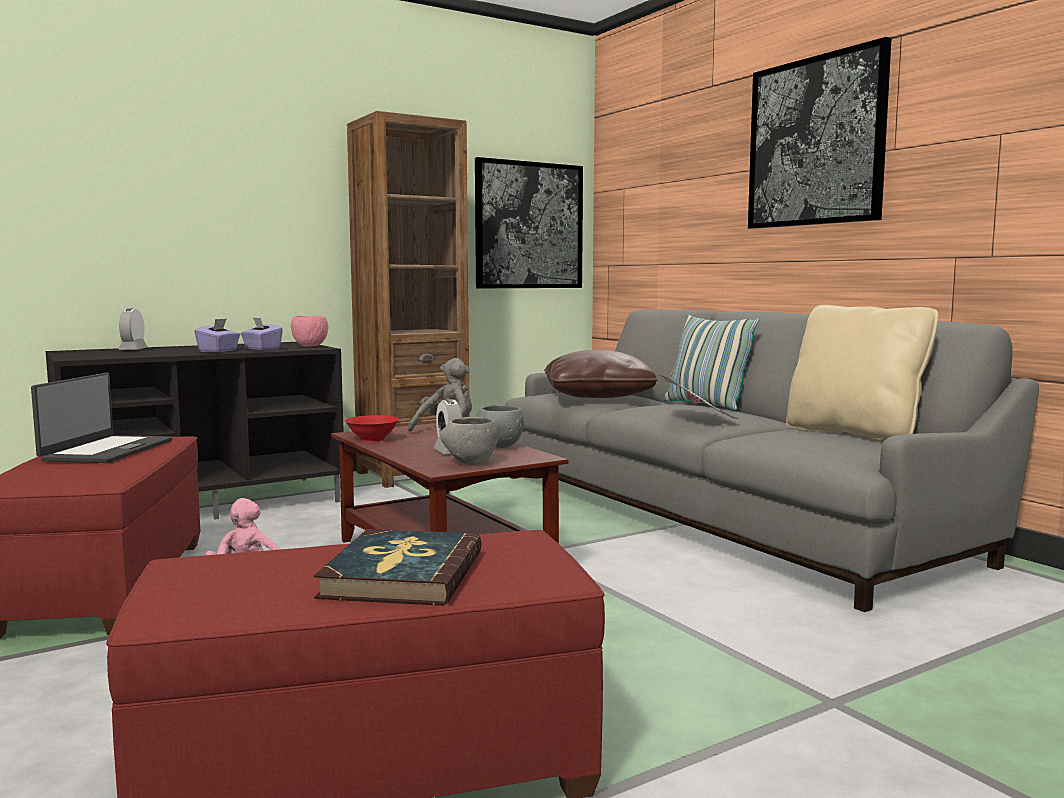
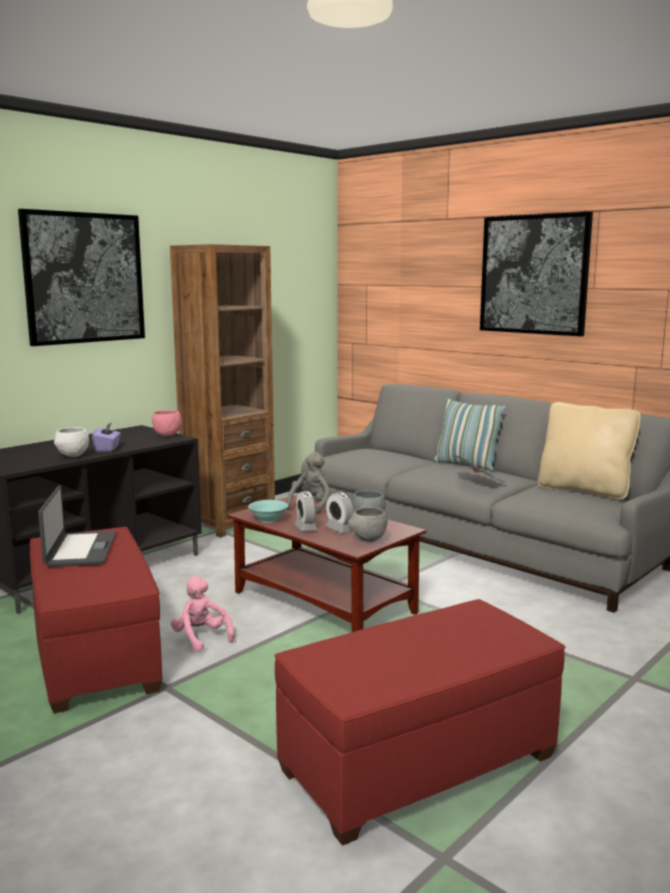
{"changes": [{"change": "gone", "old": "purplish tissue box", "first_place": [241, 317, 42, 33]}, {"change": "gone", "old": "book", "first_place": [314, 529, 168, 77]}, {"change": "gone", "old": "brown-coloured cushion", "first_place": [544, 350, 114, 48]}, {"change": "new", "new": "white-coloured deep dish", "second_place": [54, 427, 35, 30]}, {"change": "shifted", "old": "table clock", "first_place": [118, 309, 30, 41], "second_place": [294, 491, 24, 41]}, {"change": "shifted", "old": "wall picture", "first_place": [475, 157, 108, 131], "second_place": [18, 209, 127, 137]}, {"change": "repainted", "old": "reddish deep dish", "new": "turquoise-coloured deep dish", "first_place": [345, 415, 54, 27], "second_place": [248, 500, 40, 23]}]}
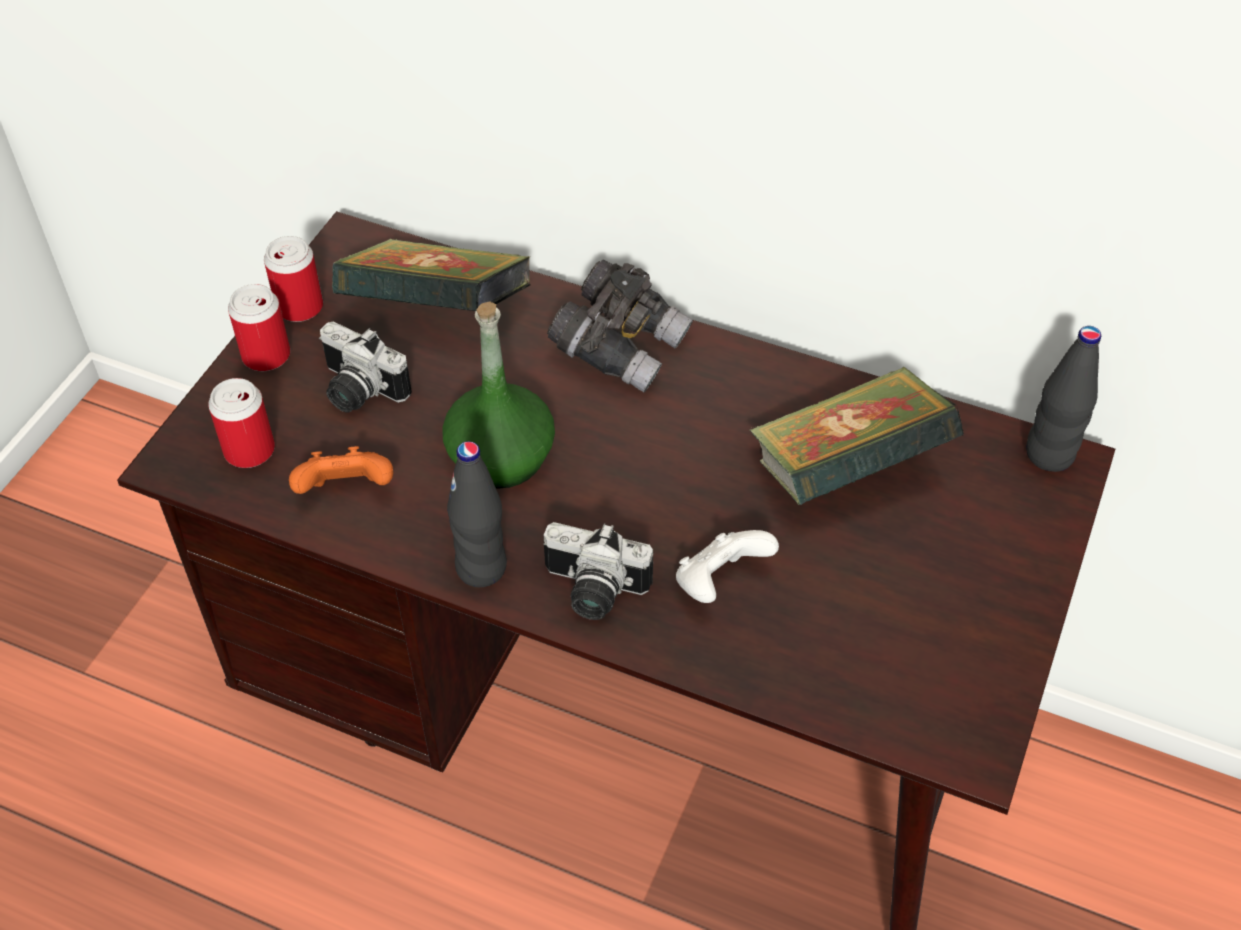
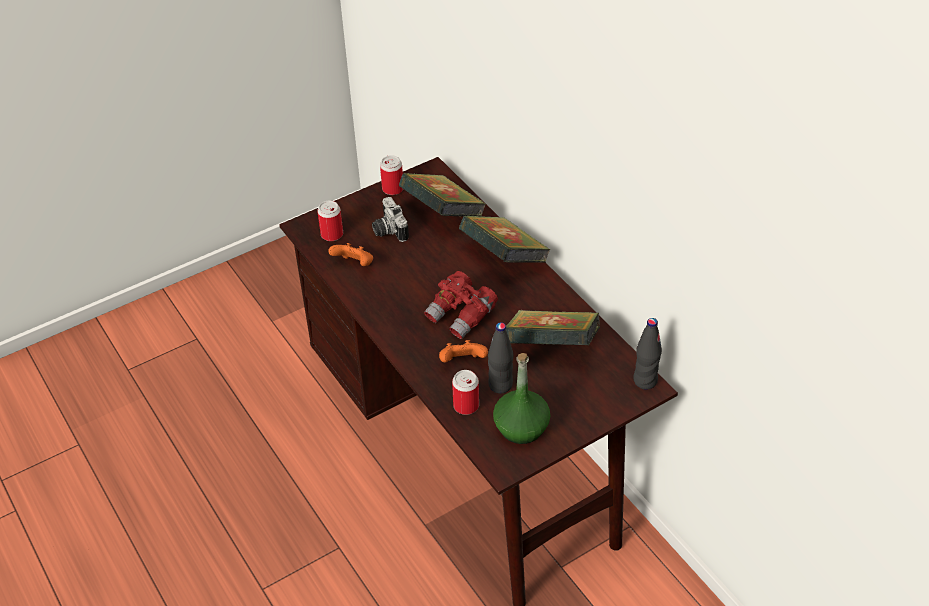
{"changes": [{"change": "gone", "old": "still camera", "first_place": [543, 522, 110, 98]}, {"change": "new", "new": "reddish pair of binoculars", "second_place": [424, 271, 74, 68]}, {"change": "shifted", "old": "can", "first_place": [228, 284, 62, 87], "second_place": [452, 370, 27, 45]}, {"change": "shifted", "old": "green beverage bottle", "first_place": [442, 301, 113, 188], "second_place": [493, 353, 57, 91]}, {"change": "shifted", "old": "black-coloured beverage bottle", "first_place": [447, 441, 60, 146], "second_place": [488, 322, 25, 72]}, {"change": "swapped", "old": "grey pair of binoculars", "new": "book", "first_place": [547, 260, 146, 132], "second_place": [459, 216, 92, 47]}, {"change": "repainted", "old": "white-coloured gamepad", "new": "orangey gamepad", "first_place": [676, 530, 103, 73], "second_place": [439, 340, 49, 22]}]}
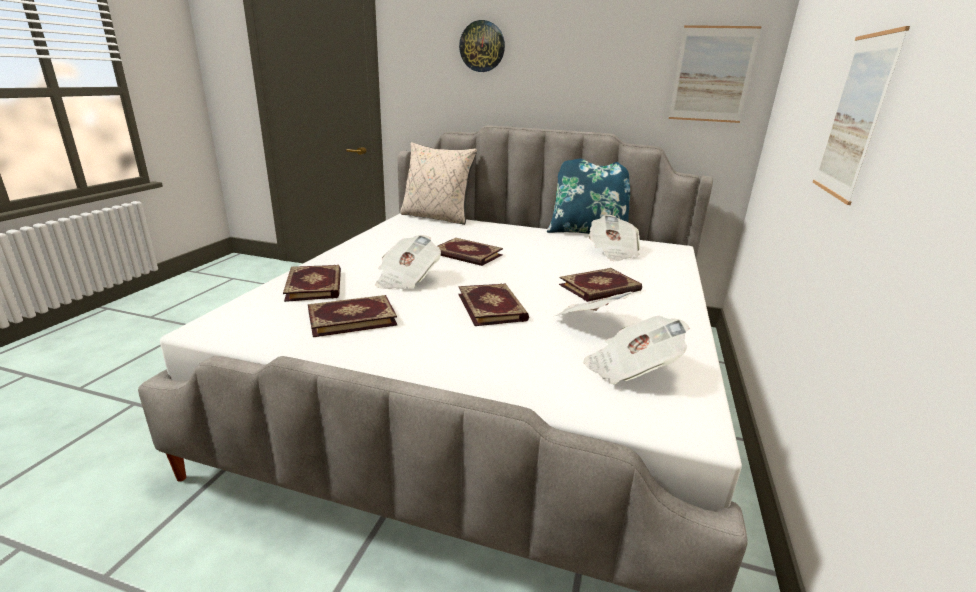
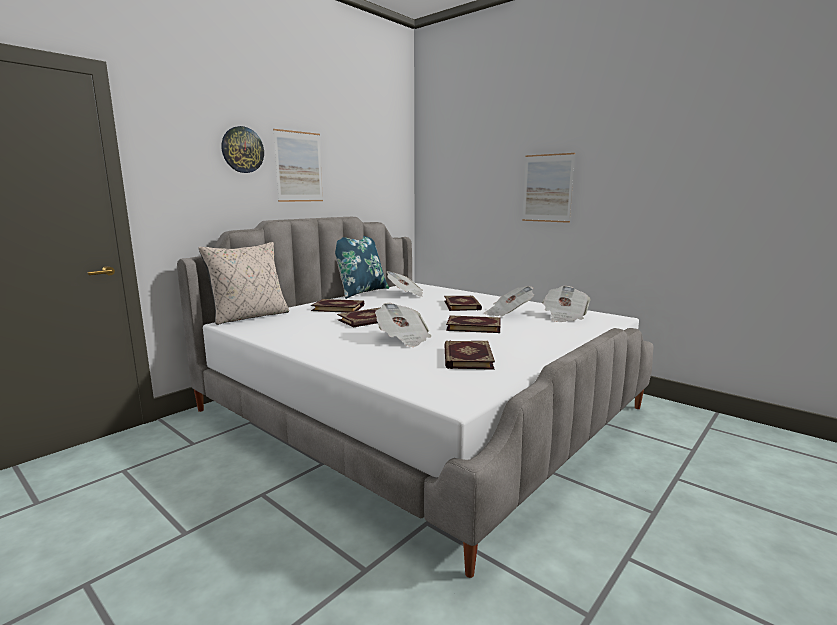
{"changes": [{"change": "shifted", "old": "book", "first_place": [283, 265, 58, 37], "second_place": [311, 299, 53, 14]}, {"change": "shifted", "old": "wall picture", "first_place": [668, 25, 94, 98], "second_place": [273, 129, 50, 73]}]}
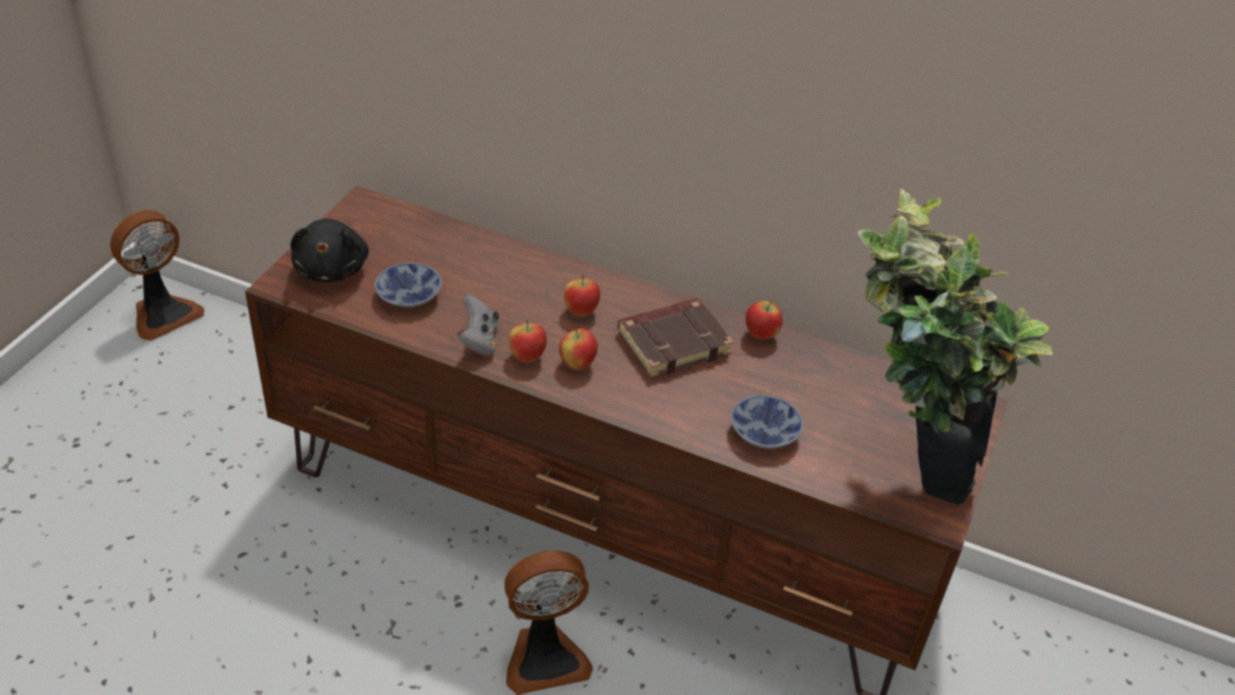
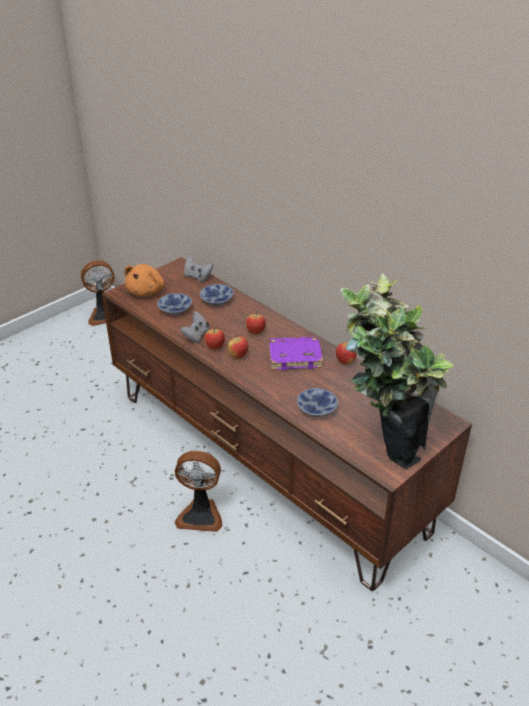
{"changes": [{"change": "new", "new": "grey gamepad", "second_place": [184, 256, 29, 26]}, {"change": "new", "new": "deep dish", "second_place": [200, 284, 34, 22]}, {"change": "repainted", "old": "black-coloured plush toy", "new": "orangey plush toy", "first_place": [290, 218, 79, 64], "second_place": [124, 264, 40, 32]}, {"change": "repainted", "old": "brown-coloured book", "new": "purplish book", "first_place": [618, 298, 116, 79], "second_place": [269, 336, 54, 34]}]}
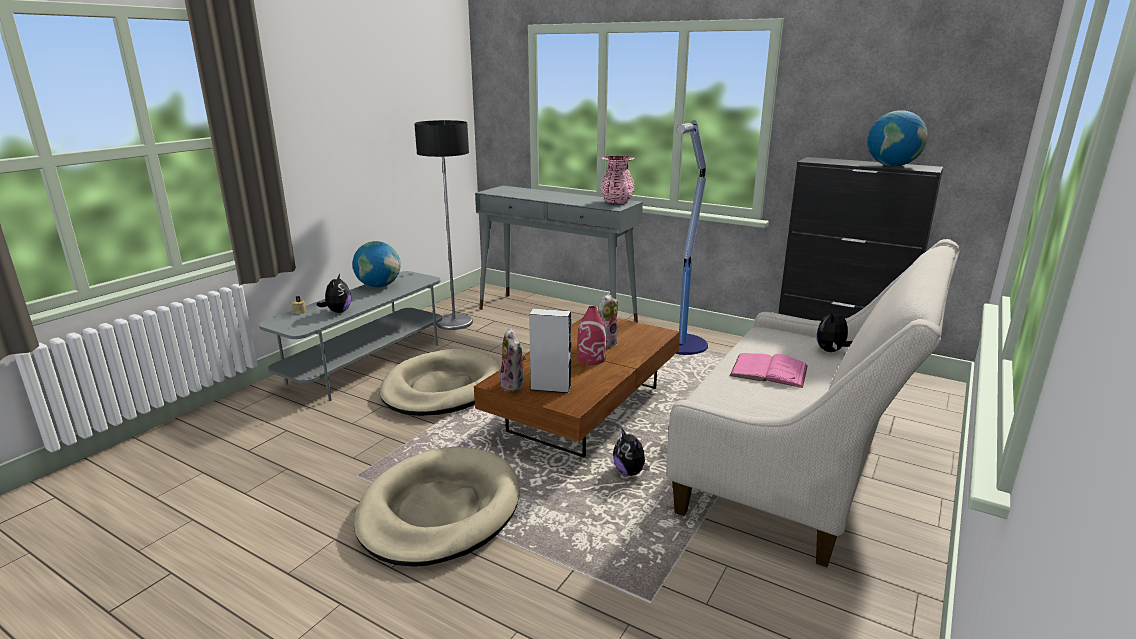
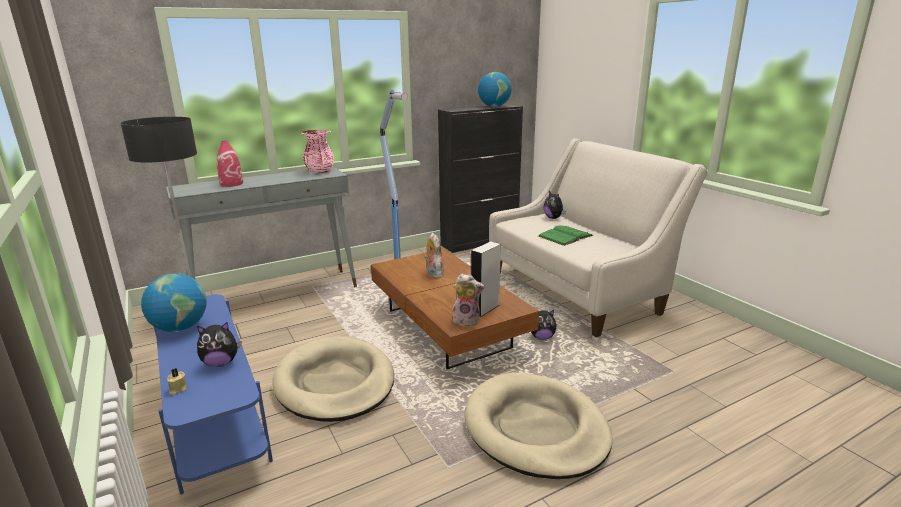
{"changes": [{"change": "shifted", "old": "reddish vase", "first_place": [577, 306, 29, 59], "second_place": [217, 141, 26, 46]}, {"change": "repainted", "old": "grey media console", "new": "bluish media console", "first_place": [259, 271, 183, 130], "second_place": [154, 294, 119, 201]}, {"change": "repainted", "old": "pink-coloured book", "new": "green book", "first_place": [730, 353, 78, 35], "second_place": [538, 226, 55, 20]}, {"change": "rotated", "old": "plush toy", "first_place": [317, 274, 34, 39], "second_place": [197, 322, 45, 45], "degrees": 135}]}
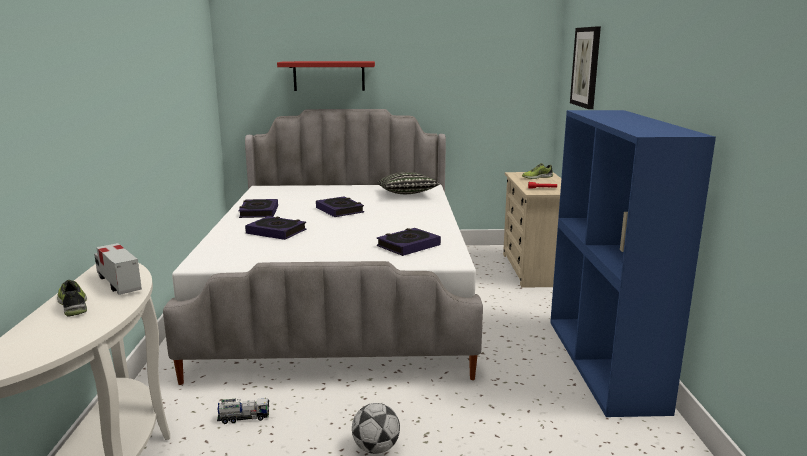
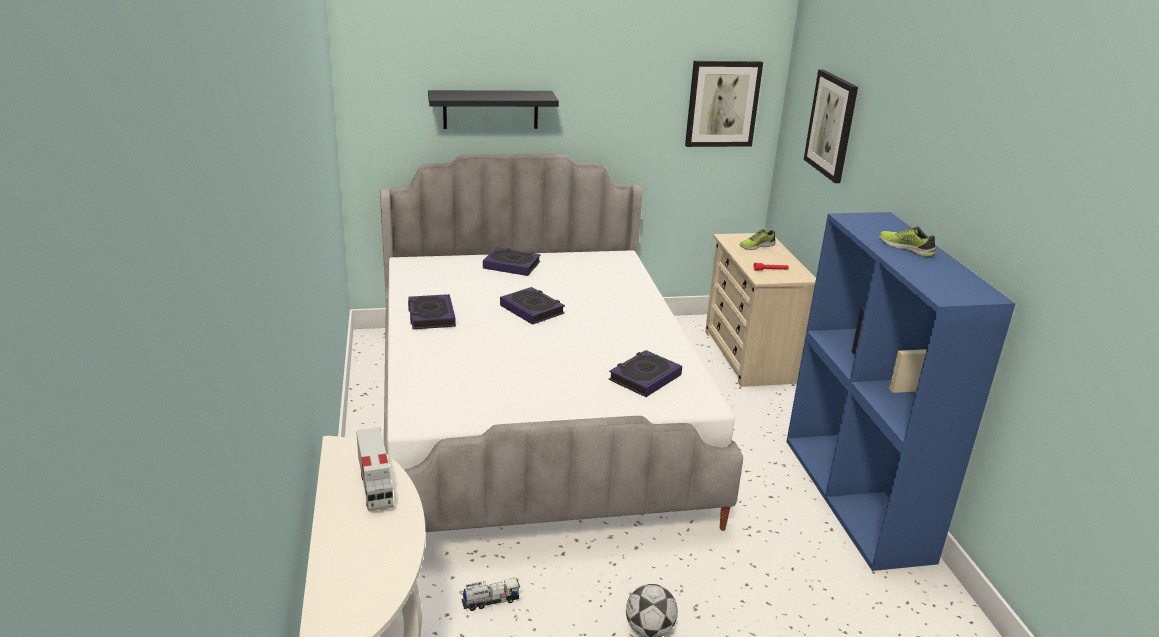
{"changes": [{"change": "gone", "old": "cushion", "first_place": [378, 172, 62, 22]}, {"change": "new", "new": "wall picture", "second_place": [685, 61, 78, 86]}, {"change": "shifted", "old": "shoe", "first_place": [57, 280, 30, 37], "second_place": [879, 226, 57, 31]}, {"change": "shifted", "old": "book", "first_place": [245, 216, 61, 24], "second_place": [483, 247, 57, 29]}, {"change": "repainted", "old": "reddish bracket shelf", "new": "black-coloured bracket shelf", "first_place": [277, 61, 98, 30], "second_place": [428, 90, 131, 39]}, {"change": "rotated", "old": "model truck", "first_place": [94, 243, 48, 52], "second_place": [356, 427, 38, 85], "degrees": -150}]}
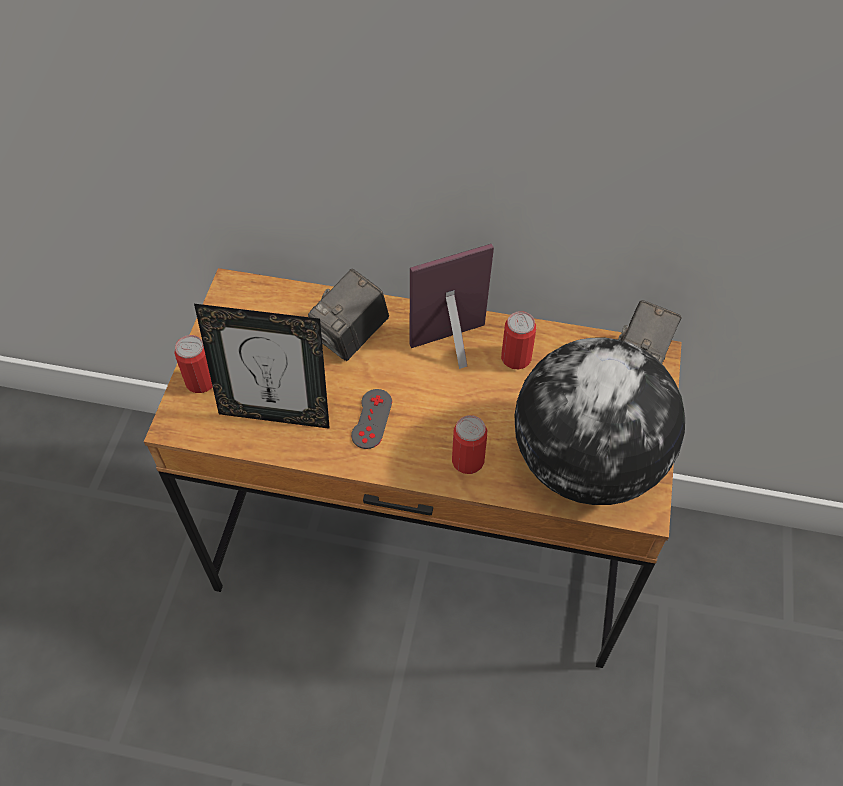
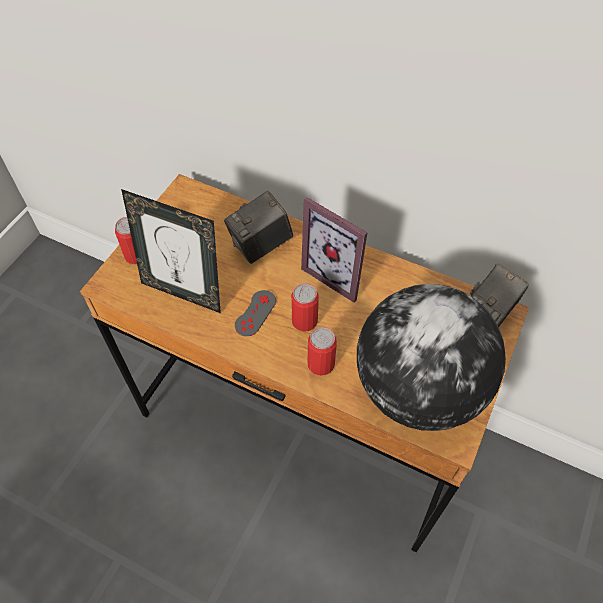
{"changes": [{"change": "shifted", "old": "can", "first_place": [501, 311, 35, 58], "second_place": [291, 283, 28, 49]}, {"change": "rotated", "old": "picture frame", "first_place": [409, 244, 85, 125], "second_place": [301, 197, 66, 106], "degrees": -135}]}
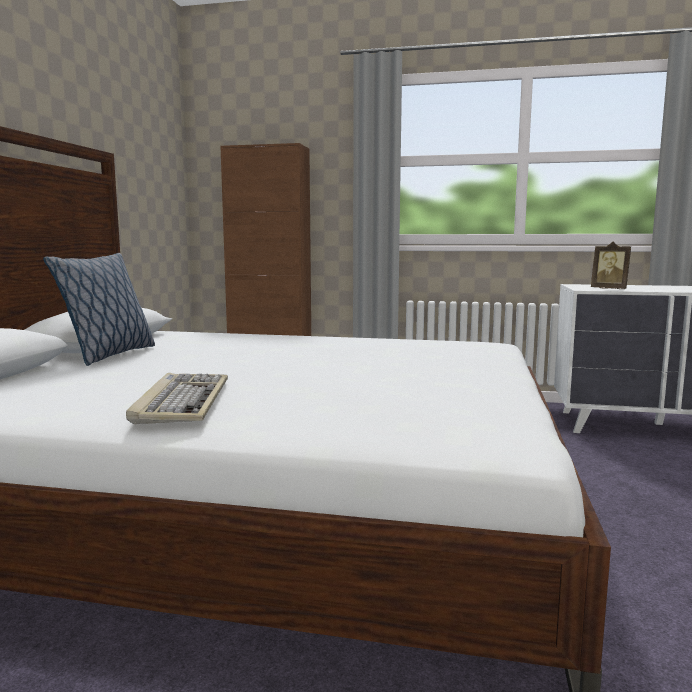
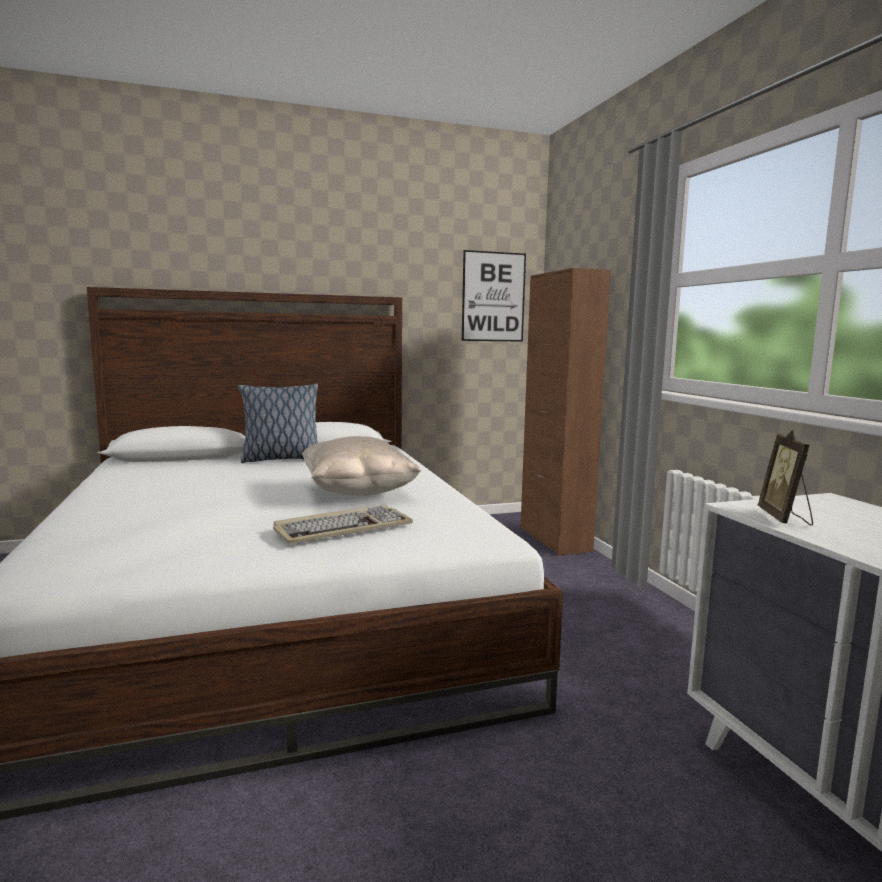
{"changes": [{"change": "new", "new": "beige-coloured cushion", "second_place": [302, 436, 119, 60]}, {"change": "new", "new": "wall picture", "second_place": [462, 250, 64, 92]}, {"change": "shifted", "old": "computer keyboard", "first_place": [126, 373, 102, 51], "second_place": [273, 505, 140, 39]}]}
